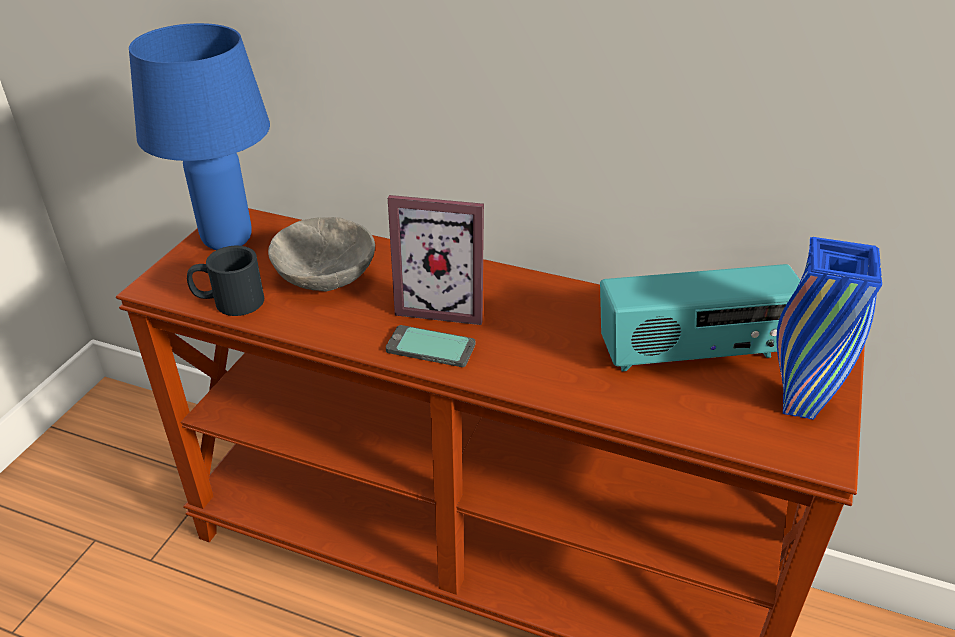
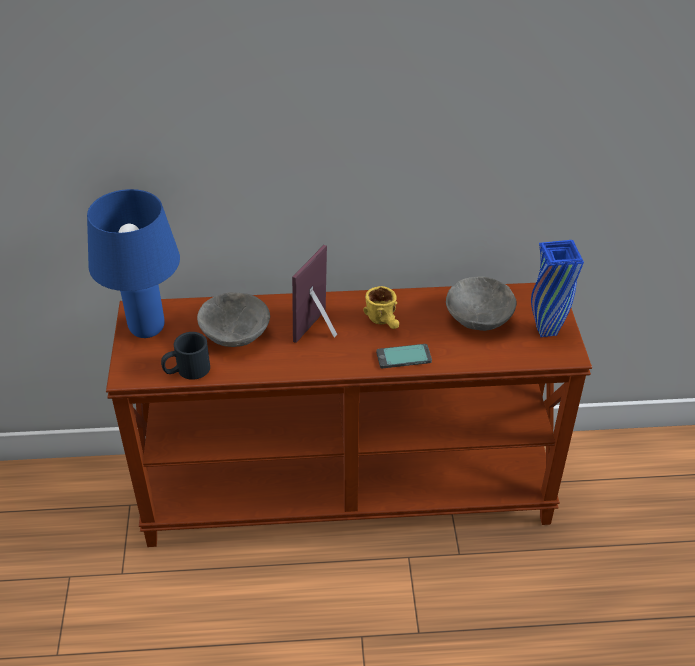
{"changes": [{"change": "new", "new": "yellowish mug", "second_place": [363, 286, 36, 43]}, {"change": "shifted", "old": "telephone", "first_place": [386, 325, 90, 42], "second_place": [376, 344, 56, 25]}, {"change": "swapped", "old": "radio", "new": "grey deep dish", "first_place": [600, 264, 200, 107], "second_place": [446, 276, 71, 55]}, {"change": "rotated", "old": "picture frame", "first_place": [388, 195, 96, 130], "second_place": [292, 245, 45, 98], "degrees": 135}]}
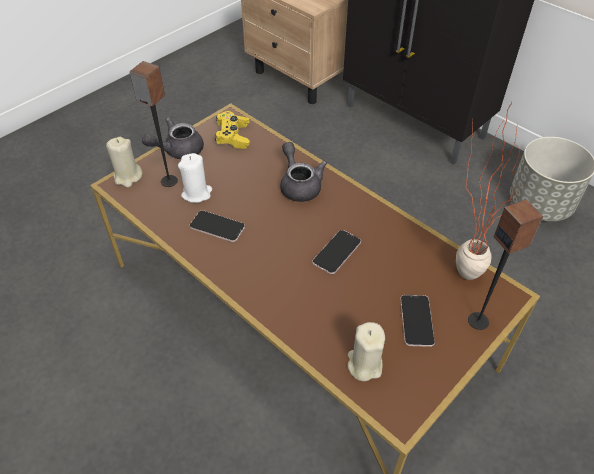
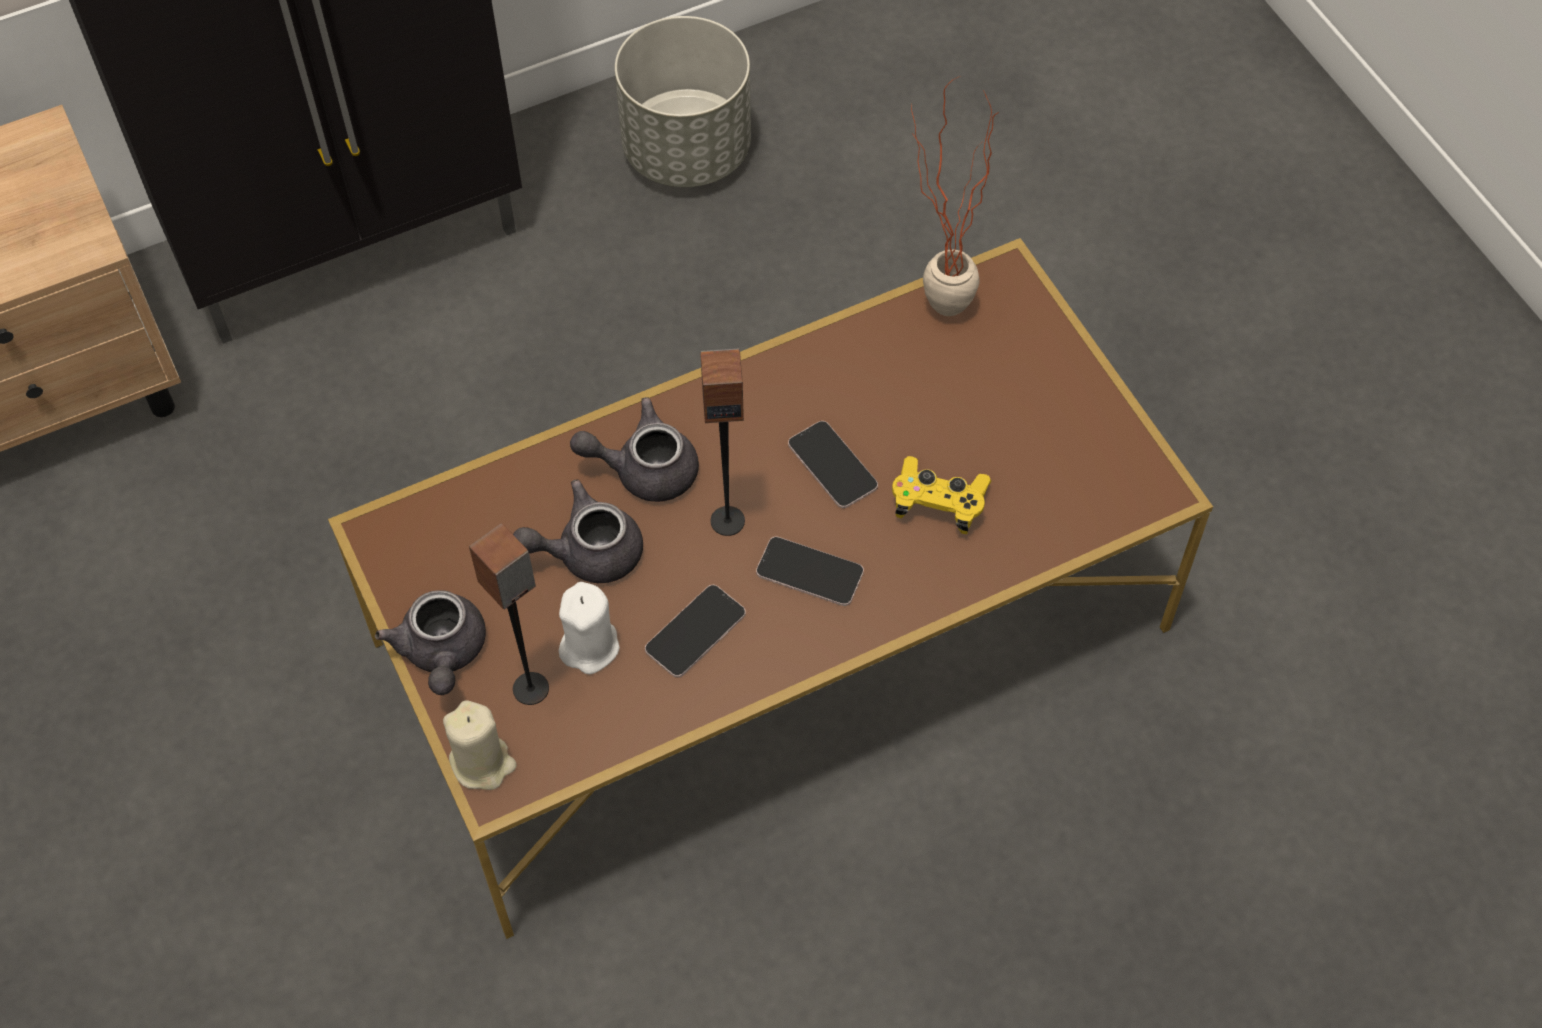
{"changes": [{"change": "gone", "old": "beige-coloured wax candle", "first_place": [347, 322, 38, 59]}, {"change": "new", "new": "grey pot for tea", "second_place": [513, 480, 130, 103]}, {"change": "shifted", "old": "yellowish gamepad", "first_place": [215, 111, 35, 38], "second_place": [892, 456, 100, 78]}, {"change": "shifted", "old": "telephone", "first_place": [400, 295, 35, 52], "second_place": [756, 536, 108, 70]}, {"change": "shifted", "old": "speaker", "first_place": [468, 200, 75, 130], "second_place": [700, 348, 45, 188]}]}
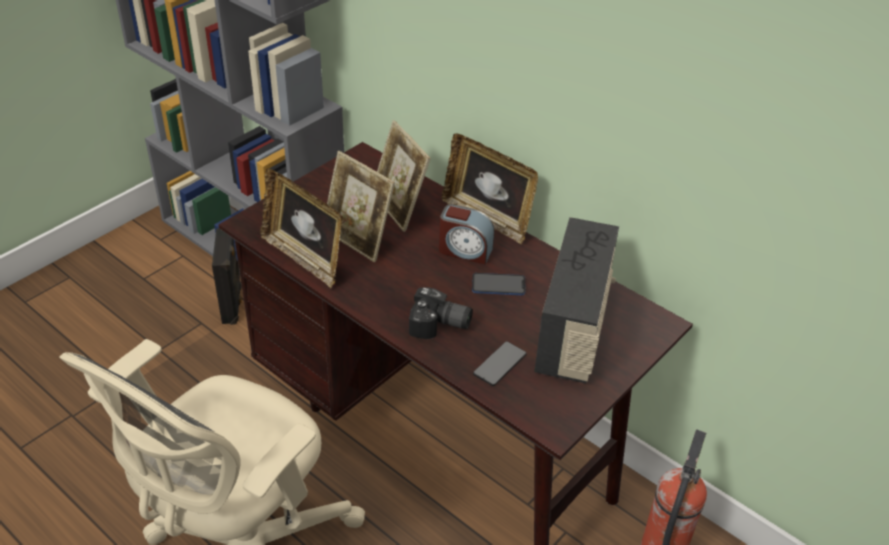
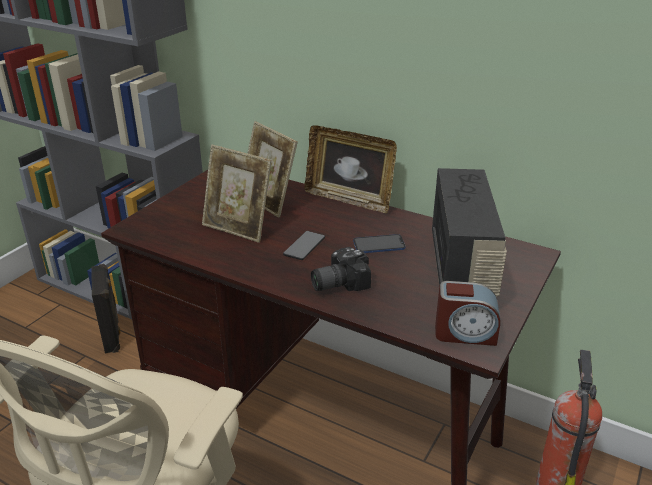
{"changes": [{"change": "gone", "old": "picture frame", "first_place": [260, 169, 83, 120]}, {"change": "shifted", "old": "table clock", "first_place": [439, 204, 55, 60], "second_place": [435, 281, 65, 65]}, {"change": "shifted", "old": "telephone", "first_place": [473, 341, 54, 45], "second_place": [283, 231, 42, 29]}, {"change": "rotated", "old": "still camera", "first_place": [409, 287, 64, 52], "second_place": [311, 247, 60, 44], "degrees": 150}]}
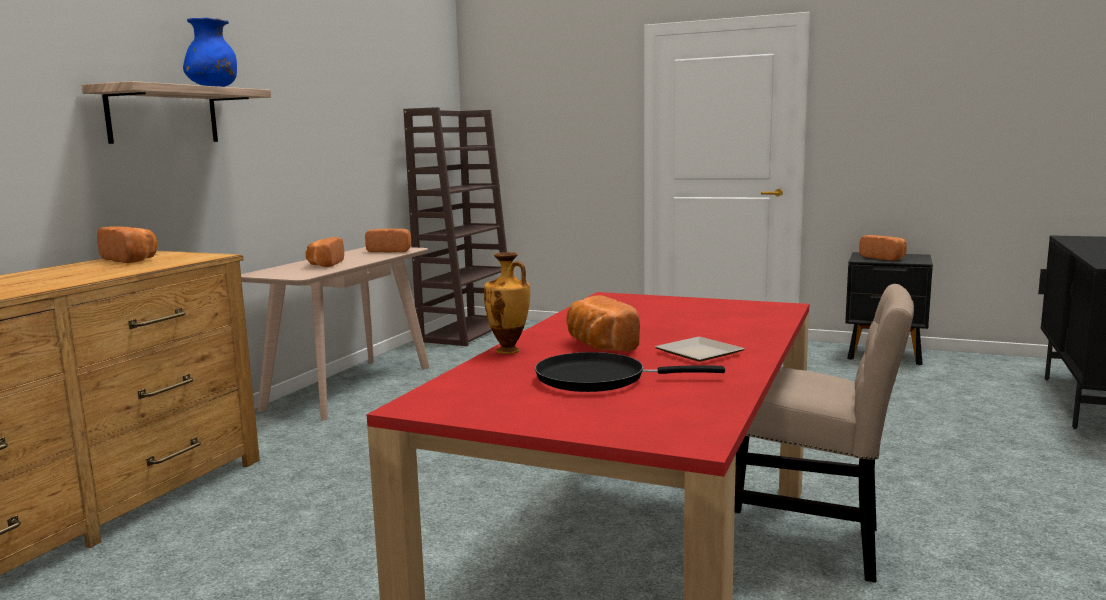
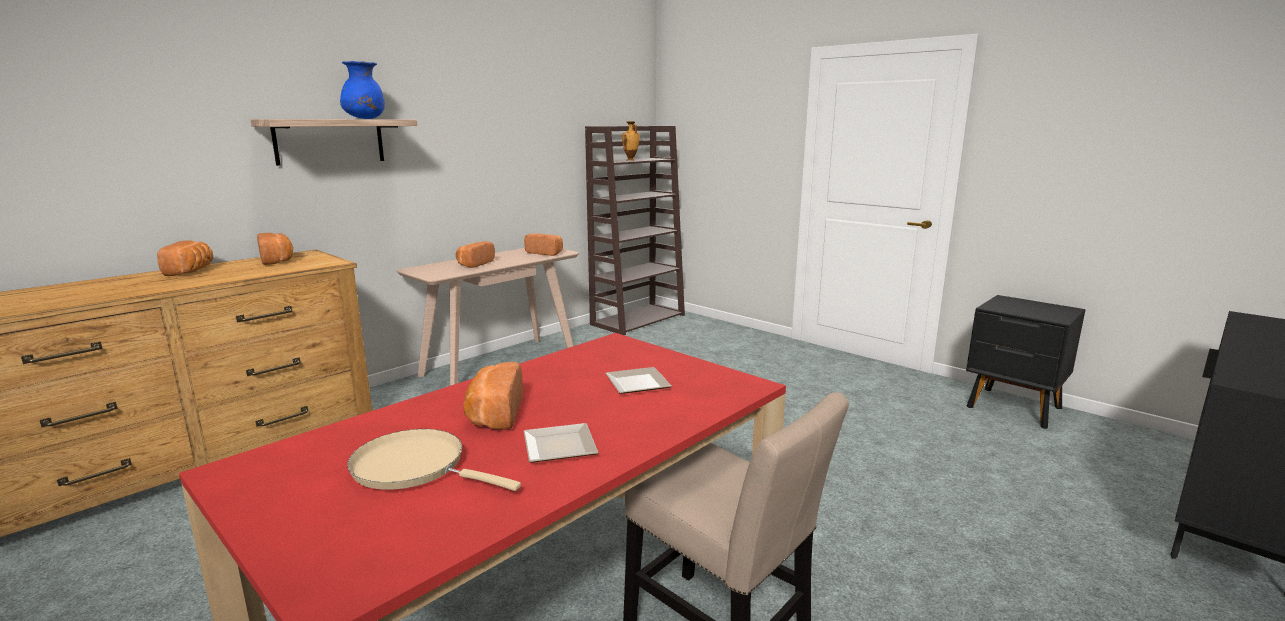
{"changes": [{"change": "new", "new": "plate", "second_place": [606, 367, 65, 27]}, {"change": "shifted", "old": "vase", "first_place": [484, 252, 46, 102], "second_place": [622, 121, 18, 40]}, {"change": "shifted", "old": "baked bread", "first_place": [859, 235, 48, 26], "second_place": [157, 240, 56, 36]}, {"change": "repainted", "old": "black-coloured skillet", "new": "beige-coloured skillet", "first_place": [535, 352, 190, 40], "second_place": [347, 429, 174, 62]}]}
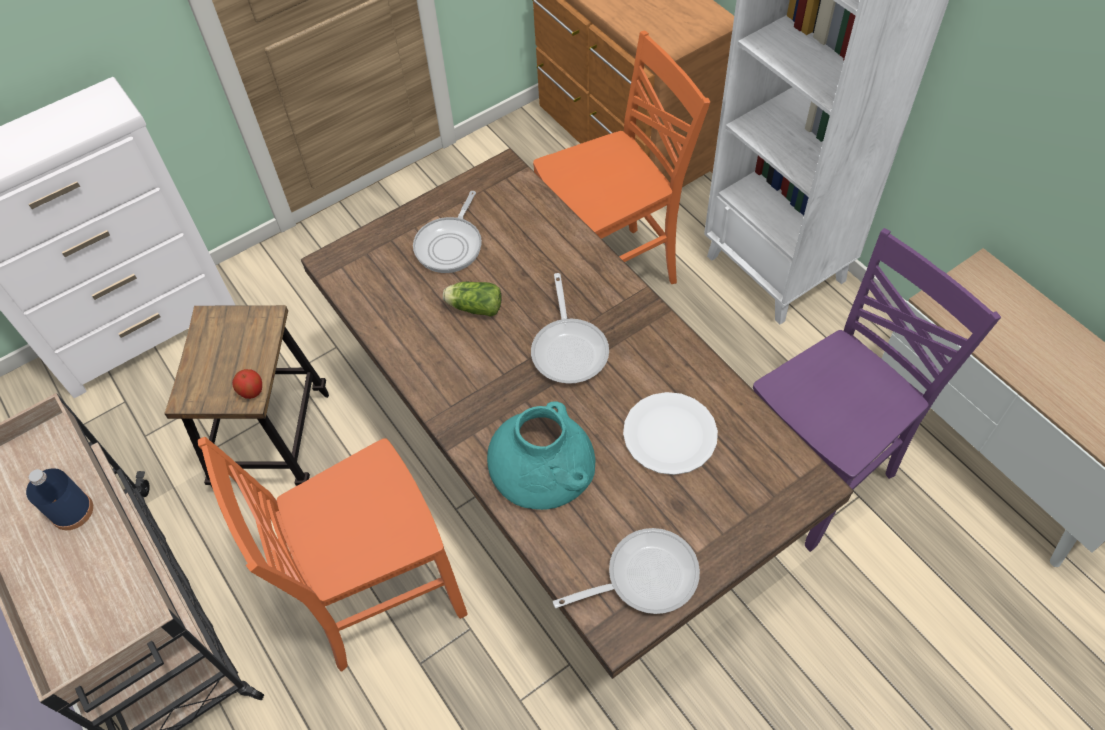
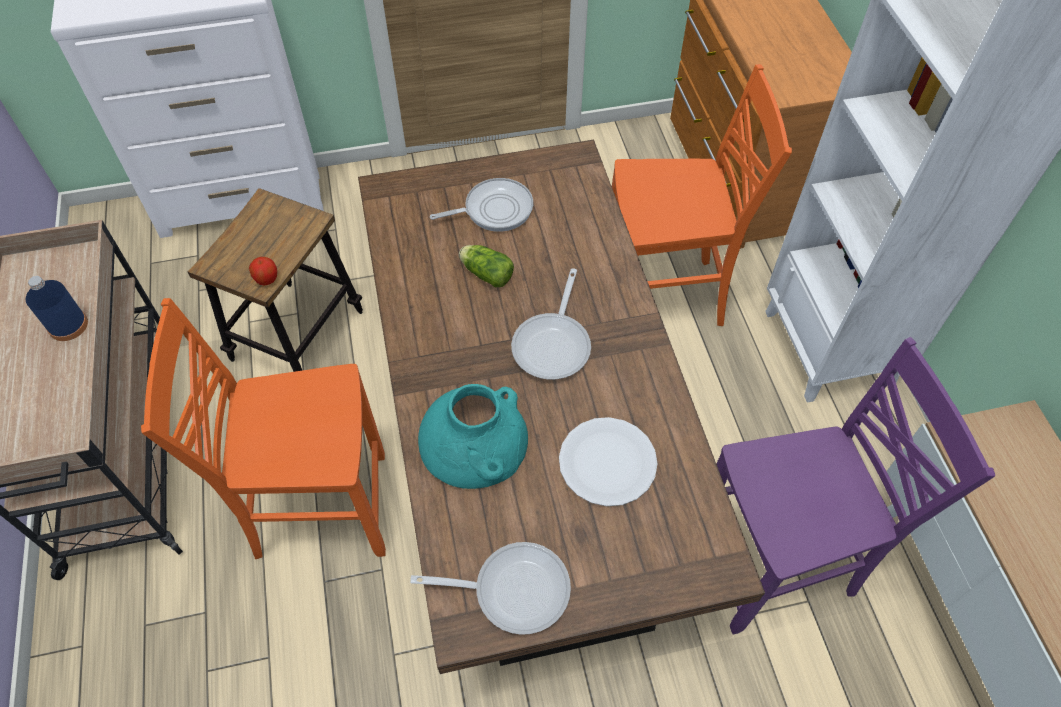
{"changes": [{"change": "rotated", "old": "skillet", "first_place": [413, 191, 69, 82], "second_place": [430, 178, 103, 54], "degrees": -150}]}
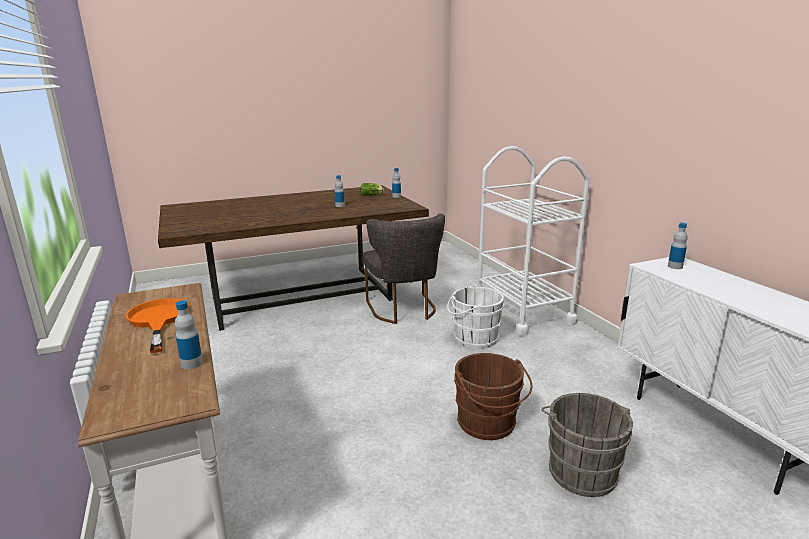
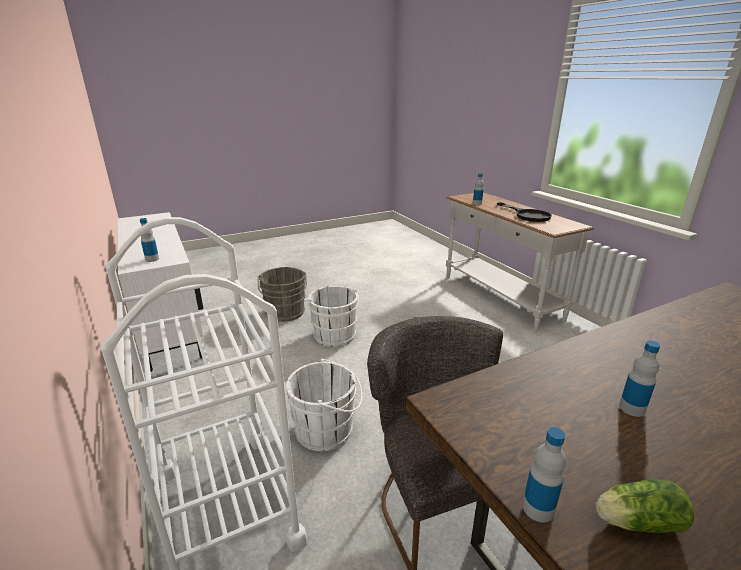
{"changes": [{"change": "repainted", "old": "orangey skillet", "new": "black-coloured skillet", "first_place": [126, 298, 63, 55], "second_place": [497, 202, 55, 20]}, {"change": "repainted", "old": "brown-coloured bucket", "new": "white-coloured bucket", "first_place": [454, 353, 79, 87], "second_place": [304, 286, 55, 61]}]}
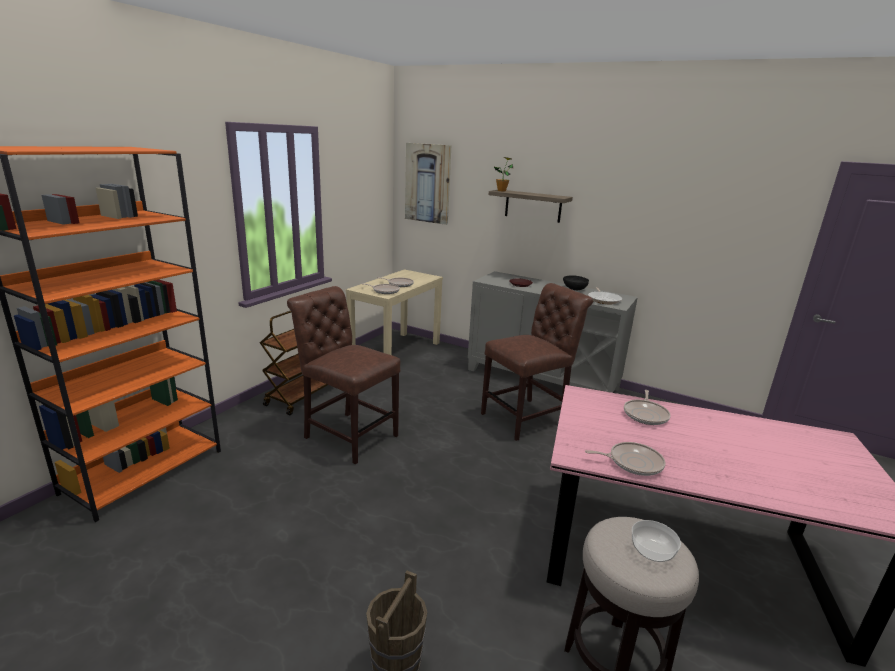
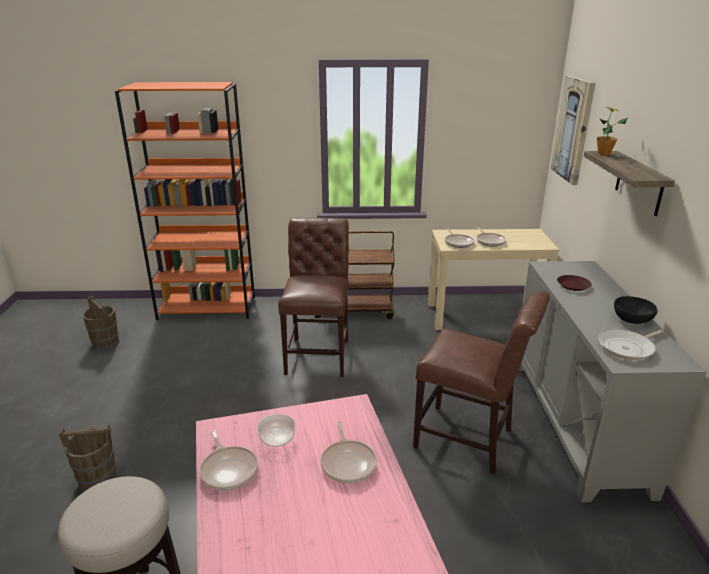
{"changes": [{"change": "new", "new": "brown-coloured bucket", "second_place": [82, 296, 37, 54]}, {"change": "shifted", "old": "deep dish", "first_place": [632, 520, 49, 42], "second_place": [257, 414, 39, 33]}, {"change": "rotated", "old": "skillet", "first_place": [624, 390, 47, 35], "second_place": [320, 421, 57, 62], "degrees": -90}]}
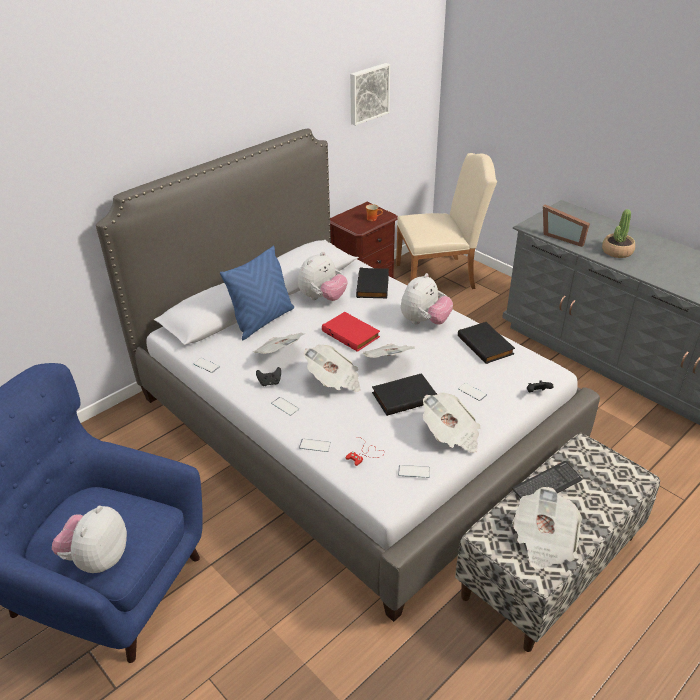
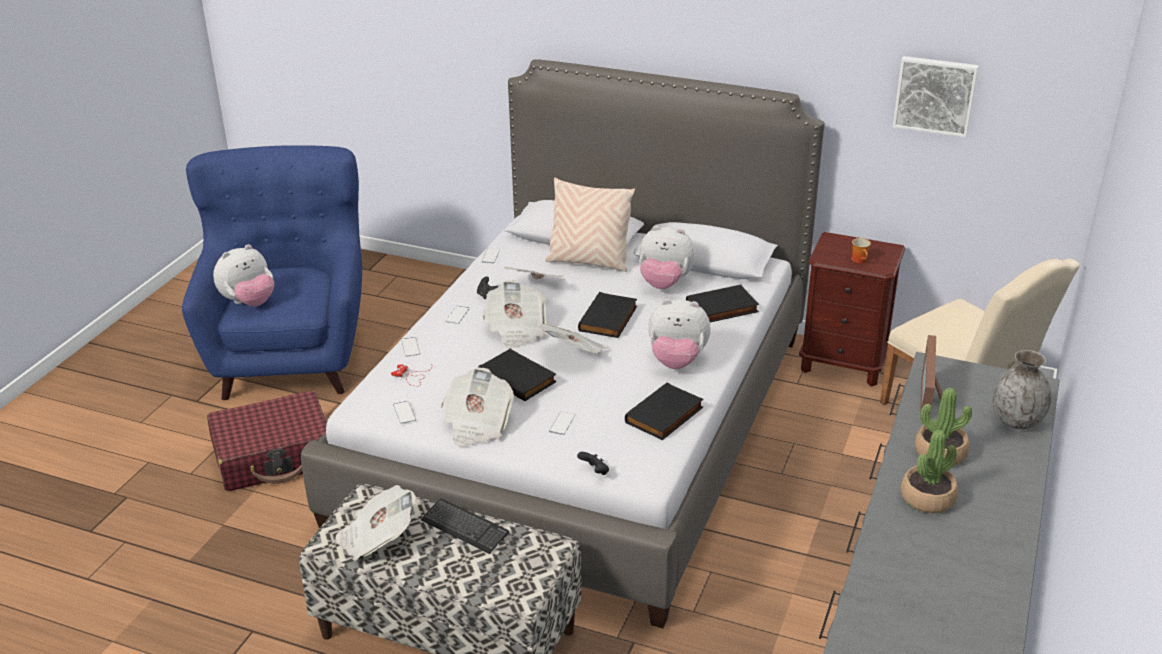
{"changes": [{"change": "new", "new": "reddish travel case", "second_place": [207, 391, 120, 100]}, {"change": "new", "new": "houseplant", "second_place": [901, 430, 57, 83]}, {"change": "new", "new": "grey vase", "second_place": [992, 350, 59, 79]}, {"change": "repainted", "old": "bluish cushion", "new": "beige-coloured cushion", "first_place": [220, 245, 74, 95], "second_place": [545, 178, 90, 94]}, {"change": "repainted", "old": "reddish book", "new": "black-coloured book", "first_place": [322, 312, 58, 40], "second_place": [578, 292, 59, 46]}, {"change": "rotated", "old": "plush toy", "first_place": [52, 506, 75, 67], "second_place": [213, 244, 61, 62], "degrees": 150}]}
